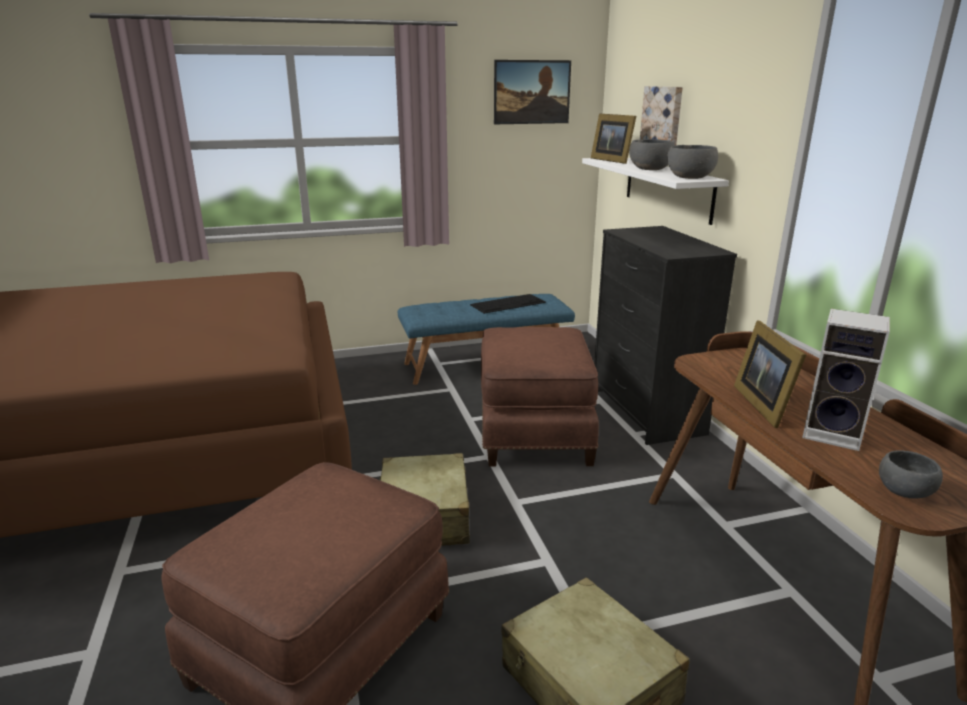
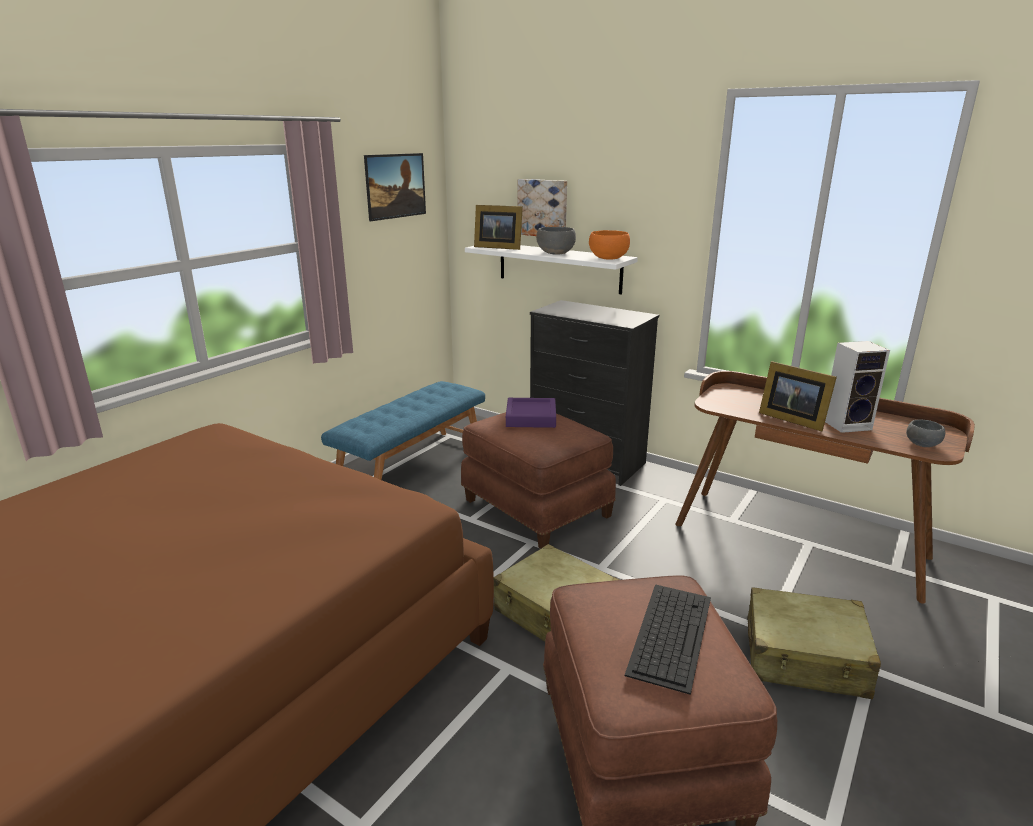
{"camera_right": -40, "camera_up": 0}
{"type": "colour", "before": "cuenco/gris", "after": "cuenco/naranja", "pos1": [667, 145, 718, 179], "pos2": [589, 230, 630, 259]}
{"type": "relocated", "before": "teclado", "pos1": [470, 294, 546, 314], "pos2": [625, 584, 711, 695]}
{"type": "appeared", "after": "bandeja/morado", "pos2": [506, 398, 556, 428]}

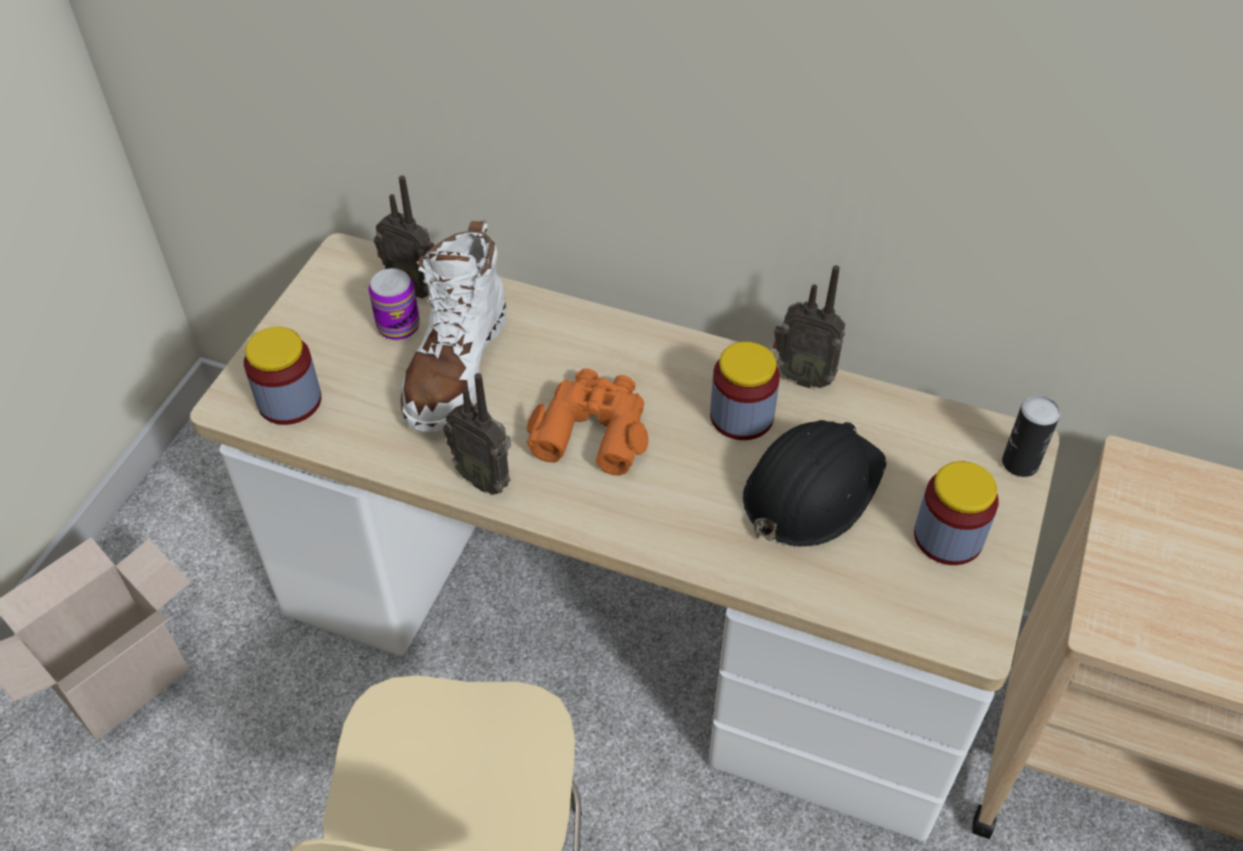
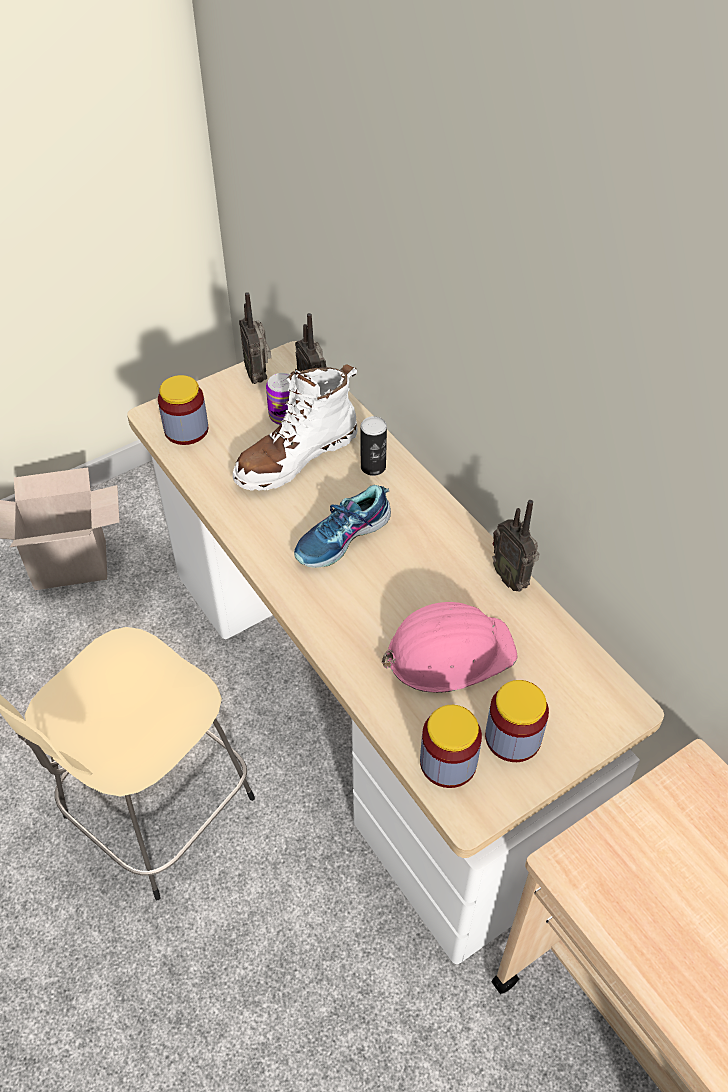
{"camera_right": 35, "camera_up": 0}
{"type": "relocated", "before": "tarro", "pos1": [710, 342, 780, 440], "pos2": [420, 705, 482, 788]}
{"type": "exchanged", "before": "prismáticos/naranja", "after": "zapato", "pos1": [527, 369, 648, 475], "pos2": [294, 485, 391, 568]}
{"type": "relocated", "before": "radio", "pos1": [443, 373, 511, 495], "pos2": [239, 292, 271, 384]}
{"type": "relocated", "before": "lata", "pos1": [1002, 395, 1060, 477], "pos2": [361, 416, 387, 476]}
{"type": "colour", "before": "casco/negro", "after": "casco/rosa", "pos1": [743, 420, 887, 547], "pos2": [382, 602, 517, 693]}

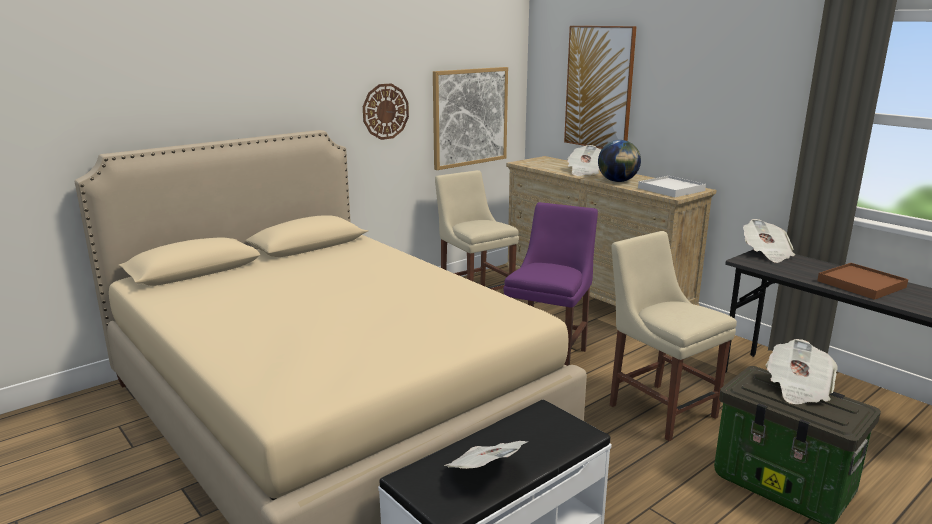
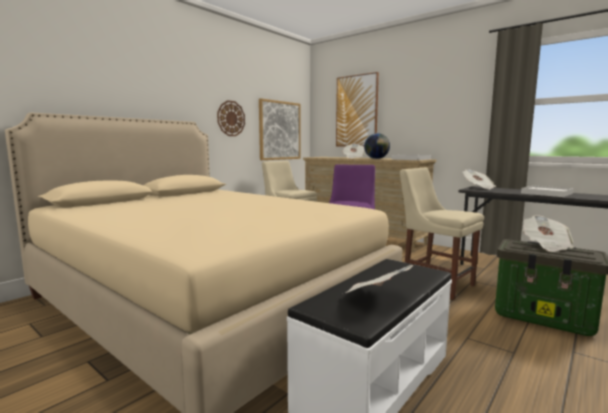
{"camera_right": -10, "camera_up": -10}
{"type": "colour", "before": "bandeja/marrón", "after": "bandeja/blanco", "pos1": [817, 263, 908, 300], "pos2": [521, 185, 573, 197]}

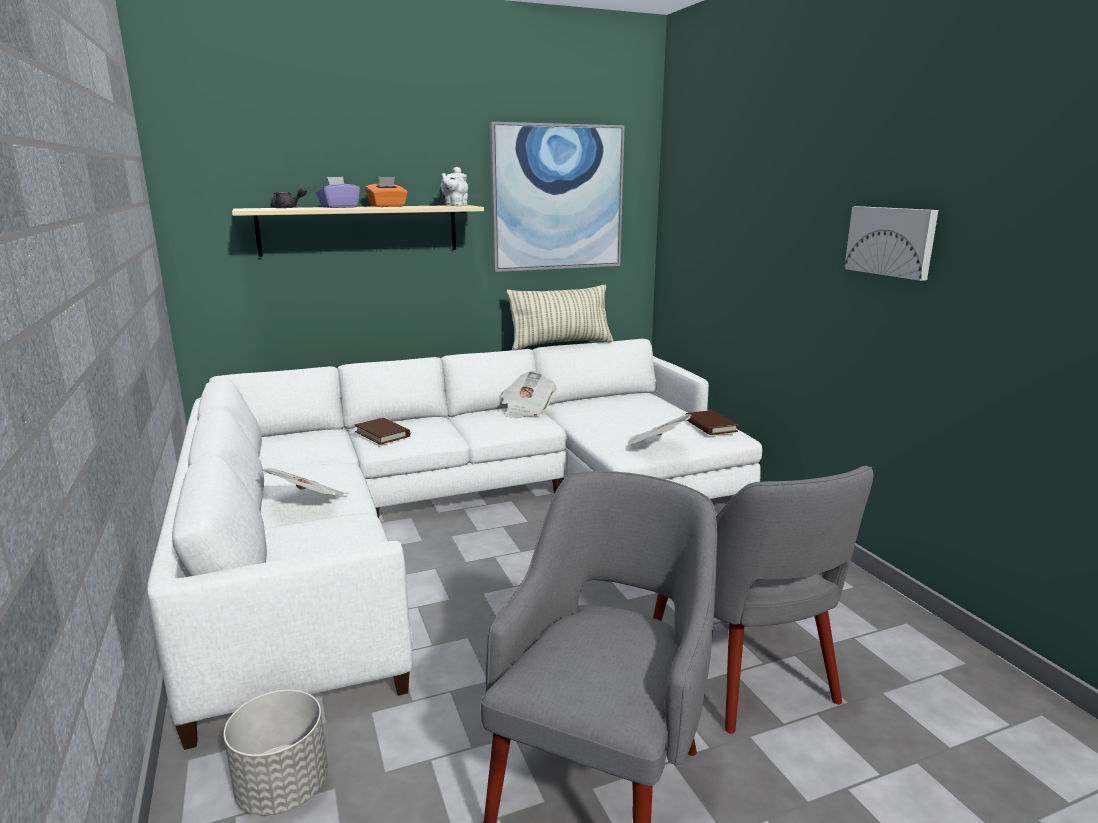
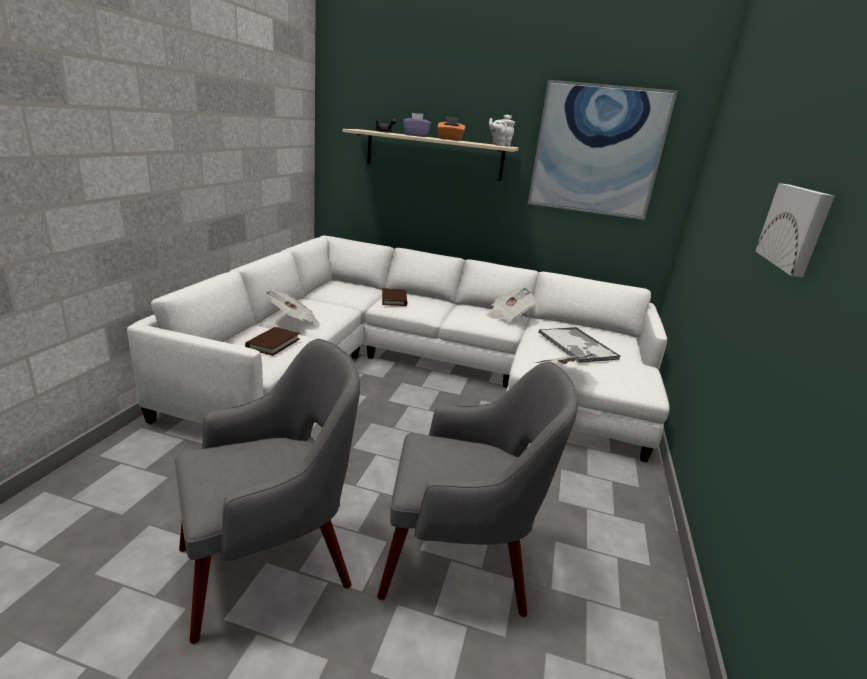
{"camera_right": 35, "camera_up": 5}
{"type": "missing", "before": "cojín", "pos1": [507, 285, 613, 350]}
{"type": "relocated", "before": "libro/marrón", "pos1": [685, 410, 739, 435], "pos2": [245, 327, 300, 356]}
{"type": "spun", "before": "sillón/gris", "pos1": [653, 466, 874, 734], "pos2": [377, 362, 578, 617], "turn": -105}
{"type": "missing", "before": "maceta/gris", "pos1": [223, 689, 328, 815]}
{"type": "appeared", "after": "bandeja", "pos2": [538, 327, 621, 363]}

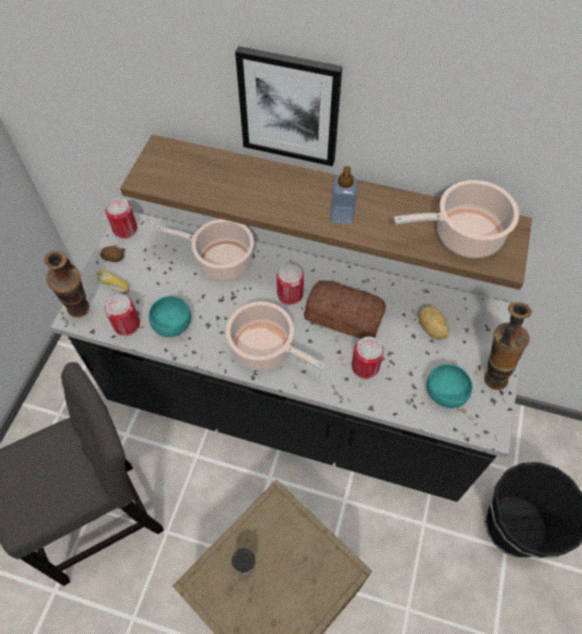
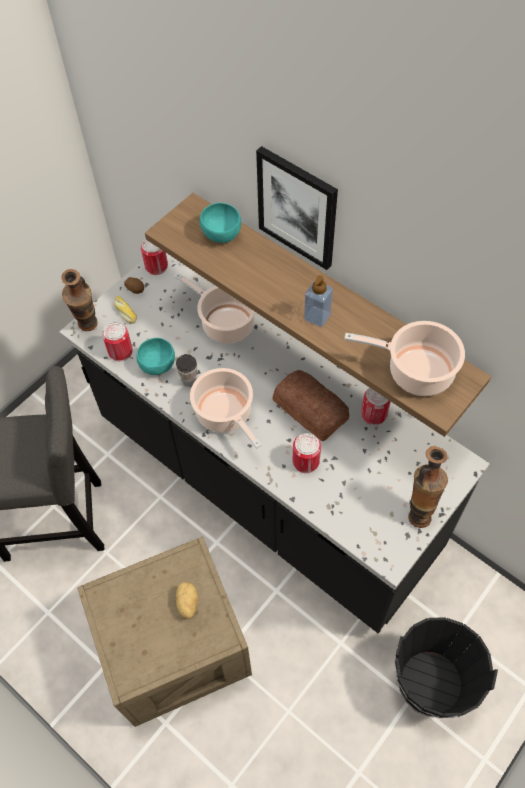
{"camera_right": 25, "camera_up": 0}
{"type": "relocated", "before": "lata", "pos1": [277, 263, 304, 305], "pos2": [361, 388, 391, 425]}
{"type": "relocated", "before": "patata", "pos1": [418, 306, 449, 340], "pos2": [176, 582, 199, 619]}
{"type": "relocated", "before": "cuenco/turquesa", "pos1": [426, 364, 472, 408], "pos2": [200, 203, 241, 243]}
{"type": "relocated", "before": "taza", "pos1": [232, 548, 255, 575], "pos2": [176, 354, 197, 387]}

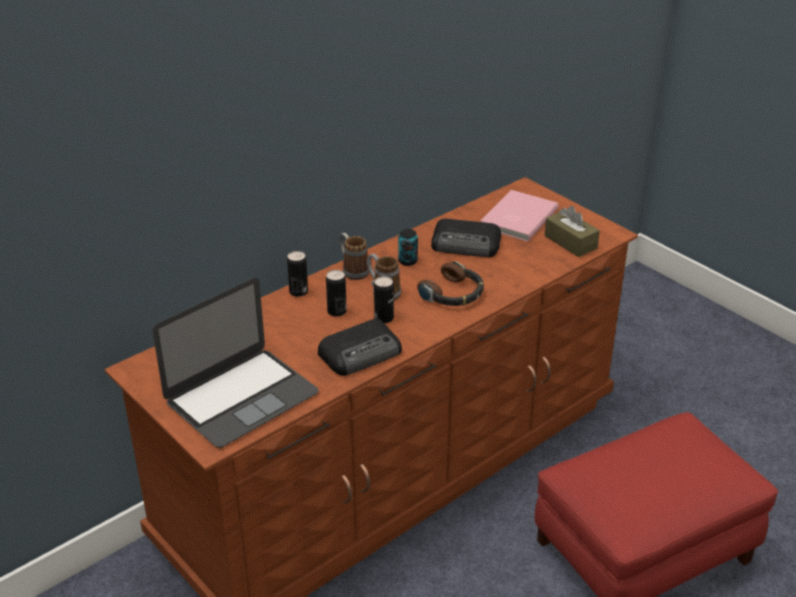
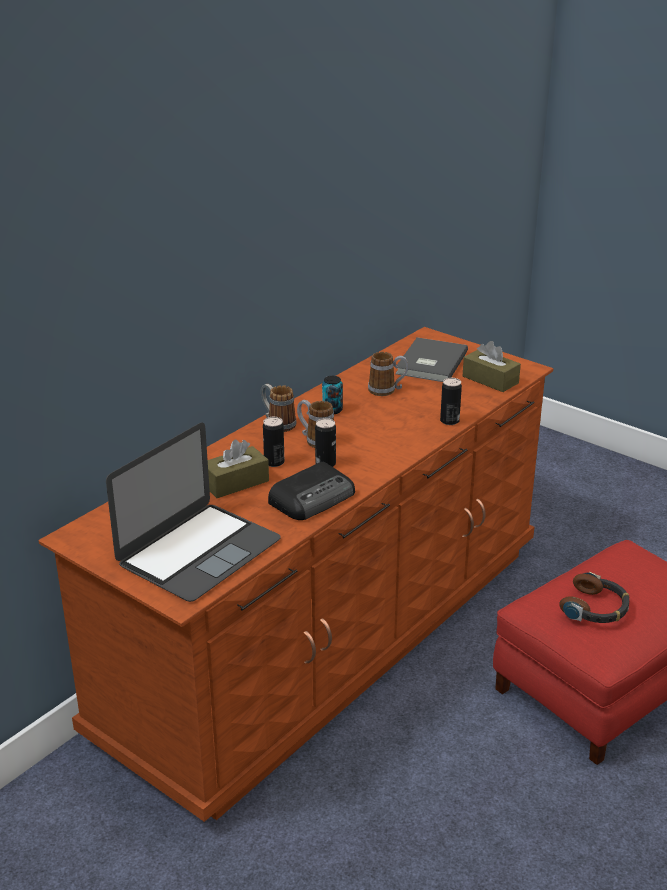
{"camera_right": -10, "camera_up": -5}
{"type": "colour", "before": "libro/rosa", "after": "libro/gris", "pos1": [481, 190, 559, 242], "pos2": [395, 337, 468, 382]}
{"type": "exchanged", "before": "radio", "after": "taza grande", "pos1": [431, 219, 501, 257], "pos2": [368, 352, 408, 396]}
{"type": "relocated", "before": "lata", "pos1": [287, 251, 308, 297], "pos2": [440, 378, 462, 425]}
{"type": "relocated", "before": "auriculares", "pos1": [417, 261, 484, 306], "pos2": [559, 572, 629, 623]}
{"type": "appeared", "after": "caja de pañuelos/marrón", "pos2": [208, 440, 269, 498]}

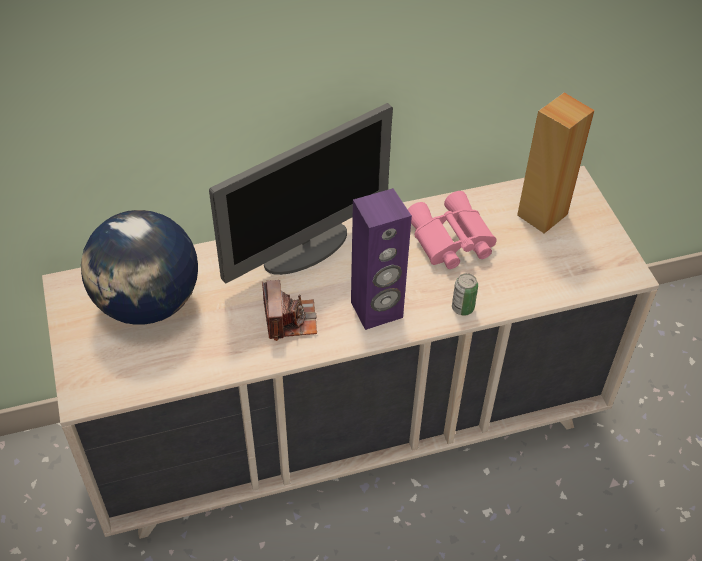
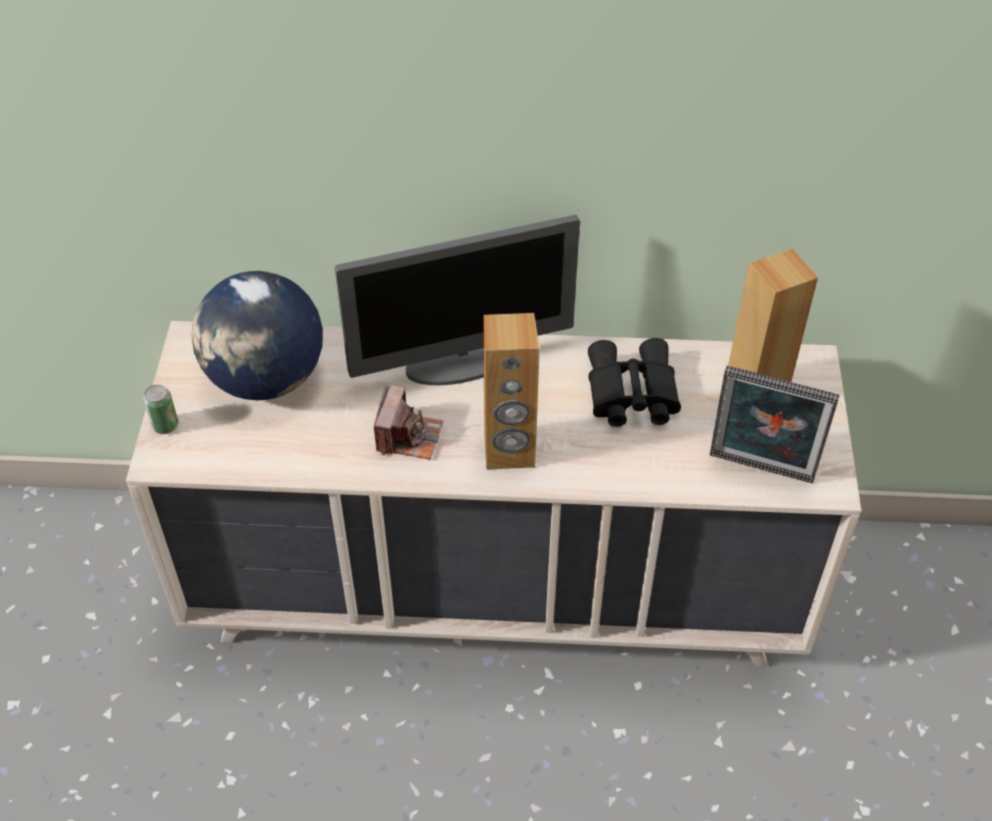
{"camera_right": 20, "camera_up": 0}
{"type": "colour", "before": "altavoz/morado", "after": "altavoz/marrón", "pos1": [351, 188, 412, 330], "pos2": [483, 313, 540, 470]}
{"type": "colour", "before": "prismáticos/rosa", "after": "prismáticos/negro", "pos1": [408, 191, 496, 269], "pos2": [588, 338, 681, 427]}
{"type": "relocated", "before": "lata", "pos1": [452, 273, 478, 315], "pos2": [143, 385, 178, 434]}
{"type": "appeared", "after": "portarretratos", "pos2": [710, 366, 840, 483]}

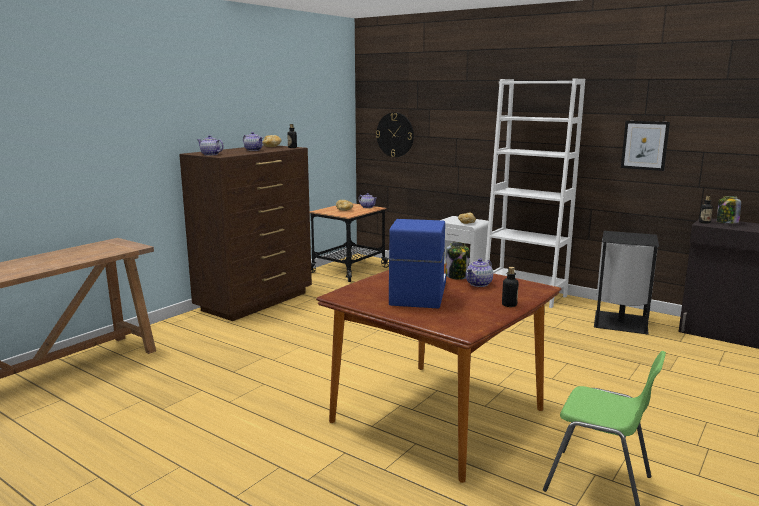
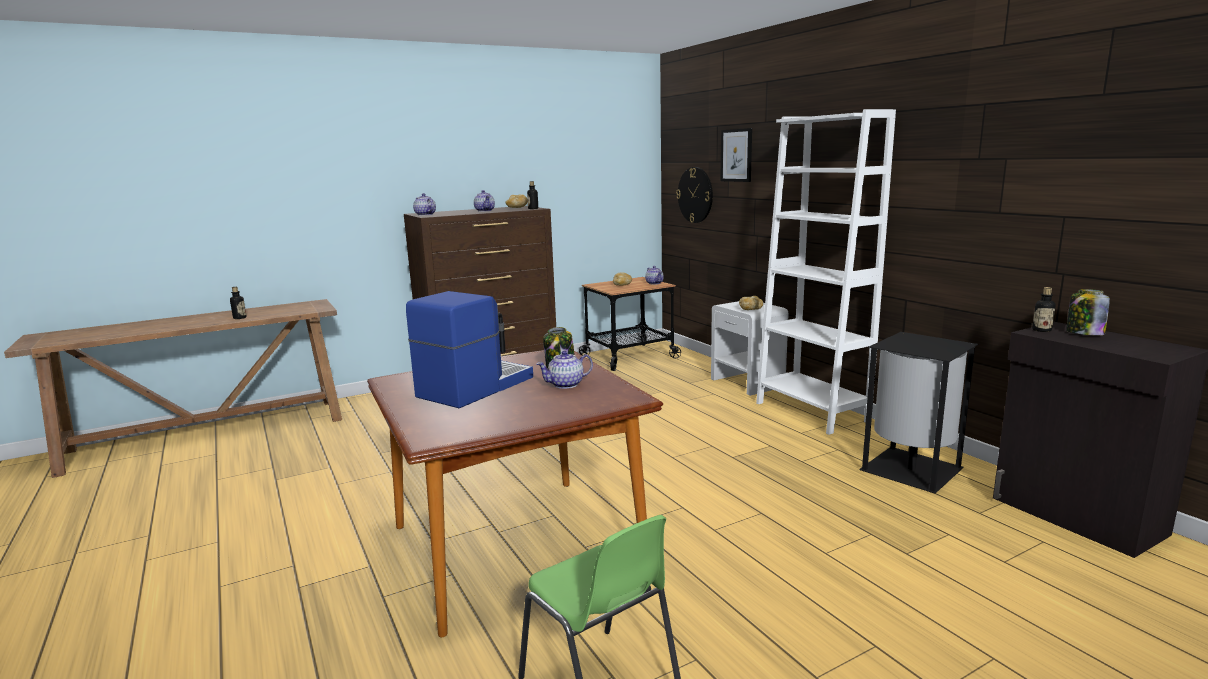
{"camera_right": 25, "camera_up": 0}
{"type": "relocated", "before": "cuadro", "pos1": [621, 121, 670, 171], "pos2": [720, 128, 752, 182]}
{"type": "relocated", "before": "botella", "pos1": [502, 267, 518, 307], "pos2": [230, 287, 247, 319]}

